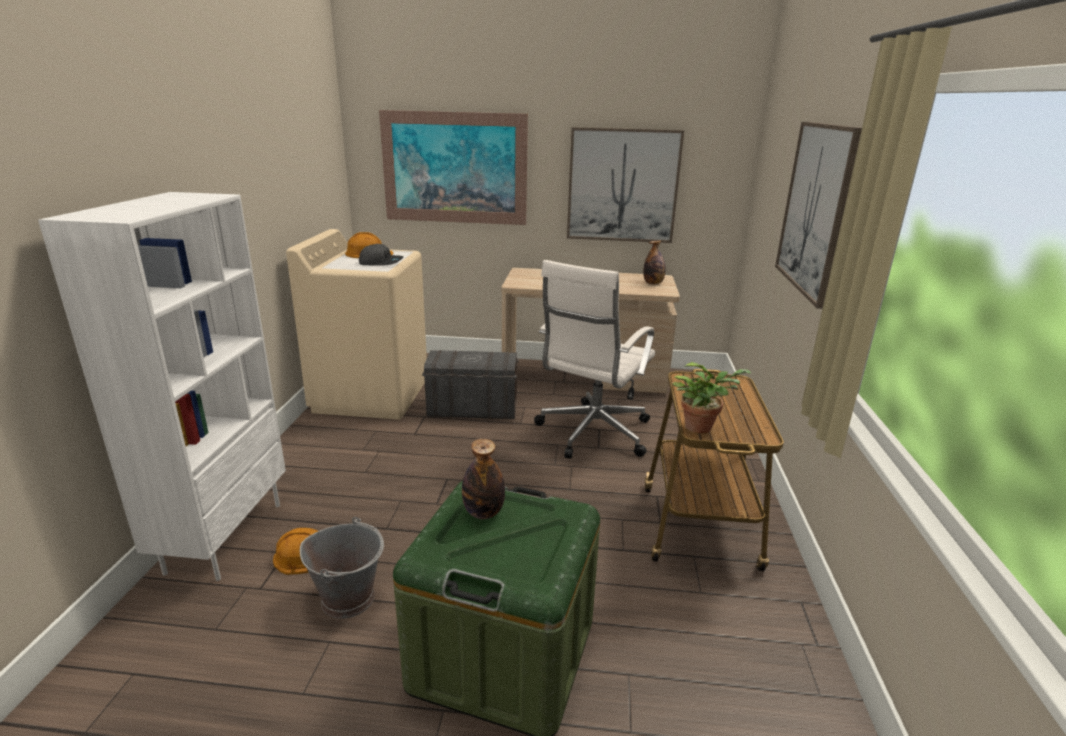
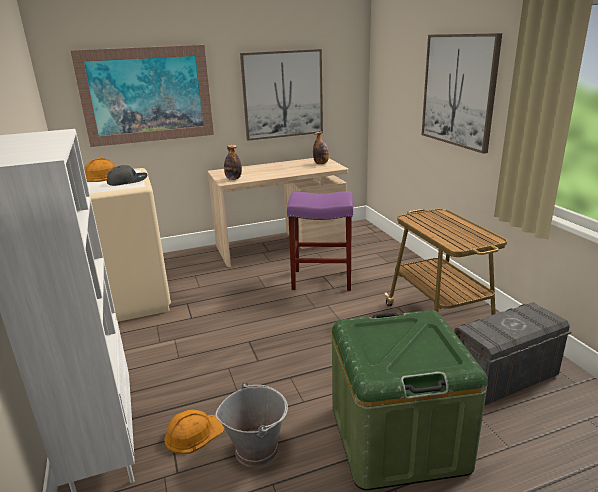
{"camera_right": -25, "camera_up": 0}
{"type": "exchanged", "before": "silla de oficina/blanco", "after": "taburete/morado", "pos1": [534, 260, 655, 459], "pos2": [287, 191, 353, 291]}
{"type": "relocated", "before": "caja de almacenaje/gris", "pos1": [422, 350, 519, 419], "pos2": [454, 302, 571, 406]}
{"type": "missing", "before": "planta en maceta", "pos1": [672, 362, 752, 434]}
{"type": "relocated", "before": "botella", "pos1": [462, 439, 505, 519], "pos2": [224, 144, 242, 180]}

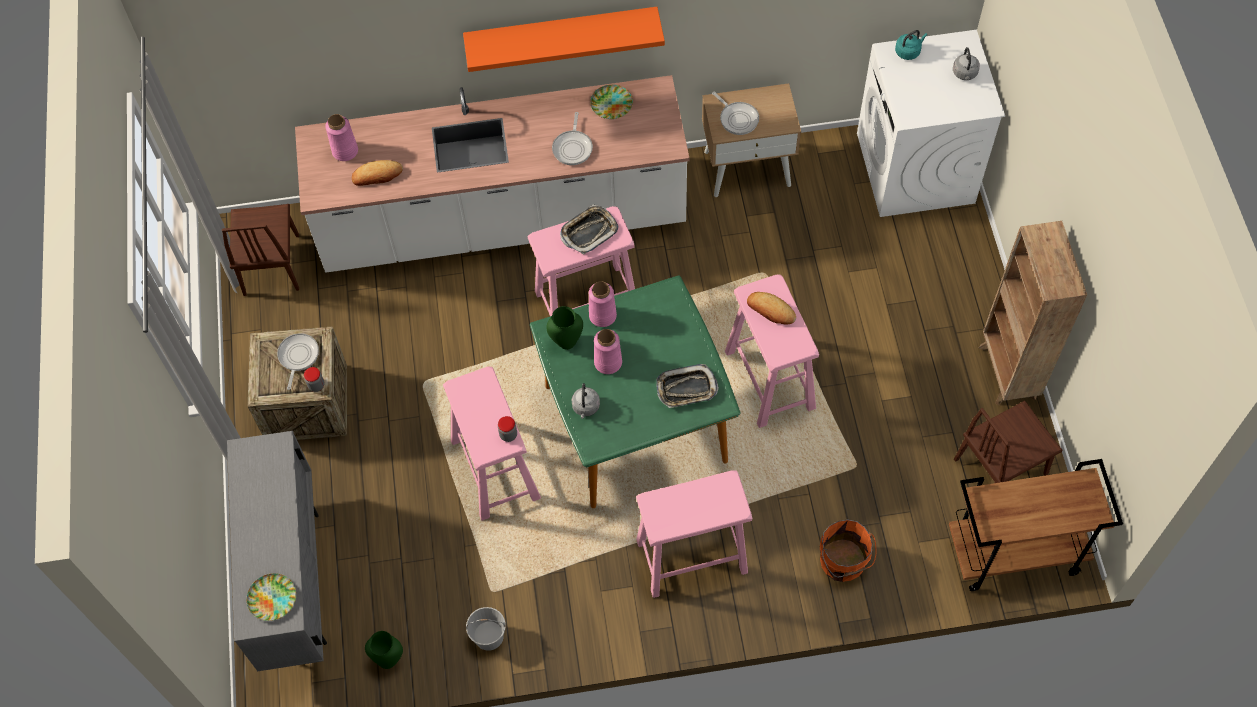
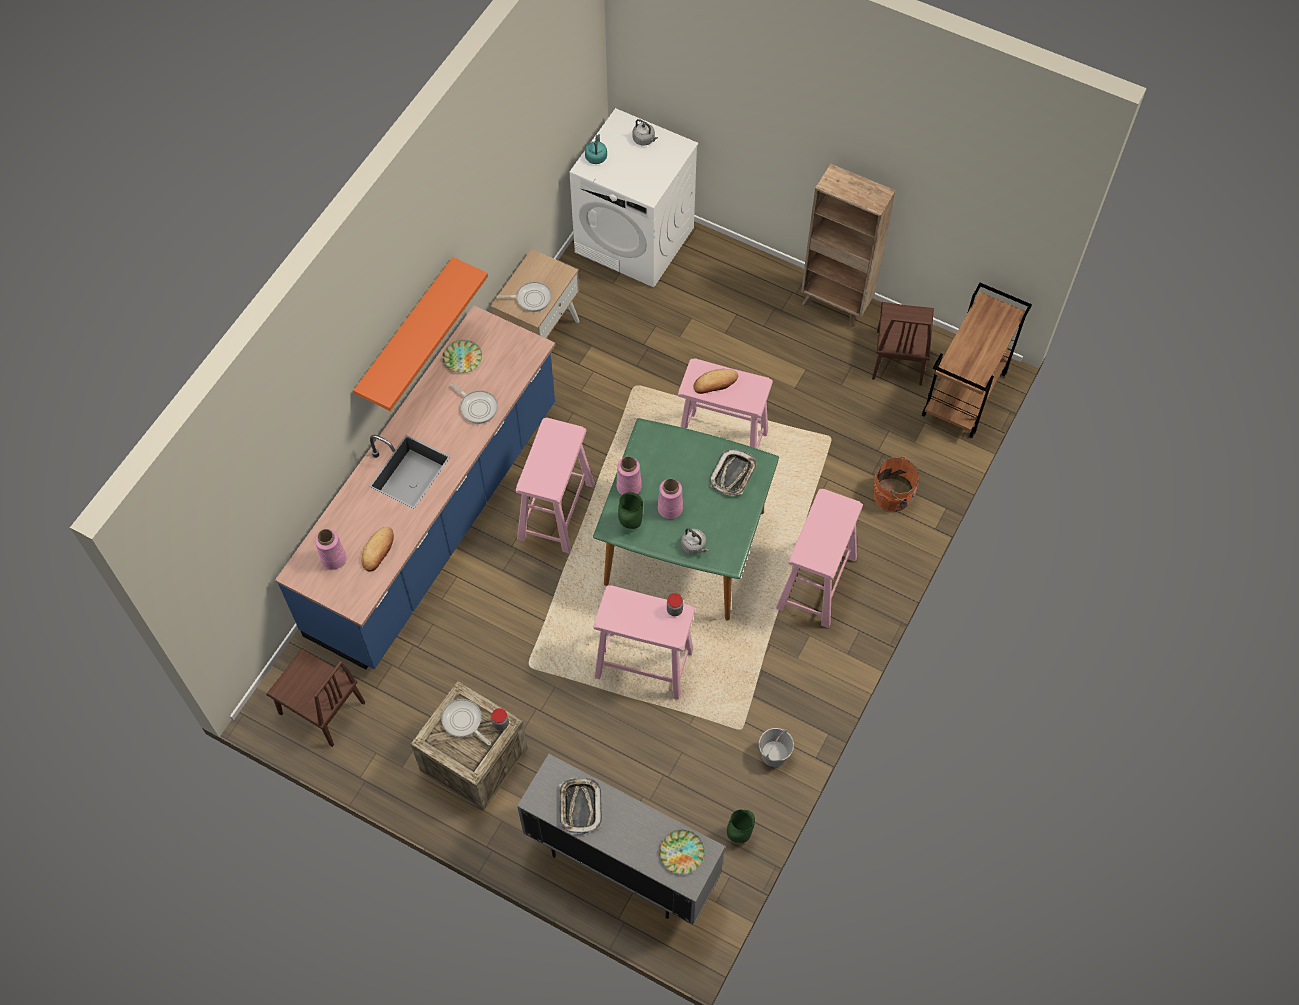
{"camera_right": -55, "camera_up": 0}
{"type": "colour", "before": "mueble bajo de cocina/blanco", "after": "mueble bajo de cocina/azul", "pos1": [295, 75, 690, 273], "pos2": [275, 306, 555, 670]}
{"type": "relocated", "before": "bandeja", "pos1": [560, 204, 619, 254], "pos2": [559, 777, 602, 835]}

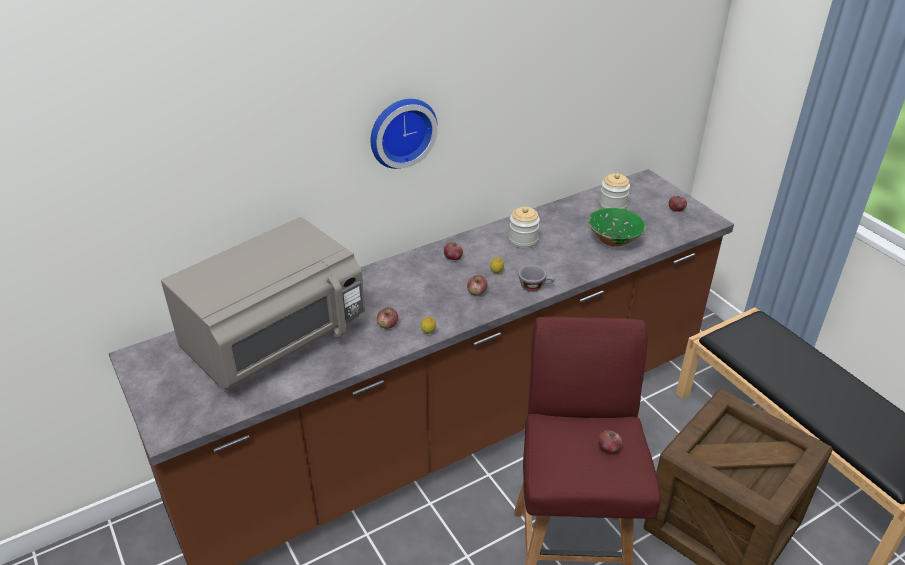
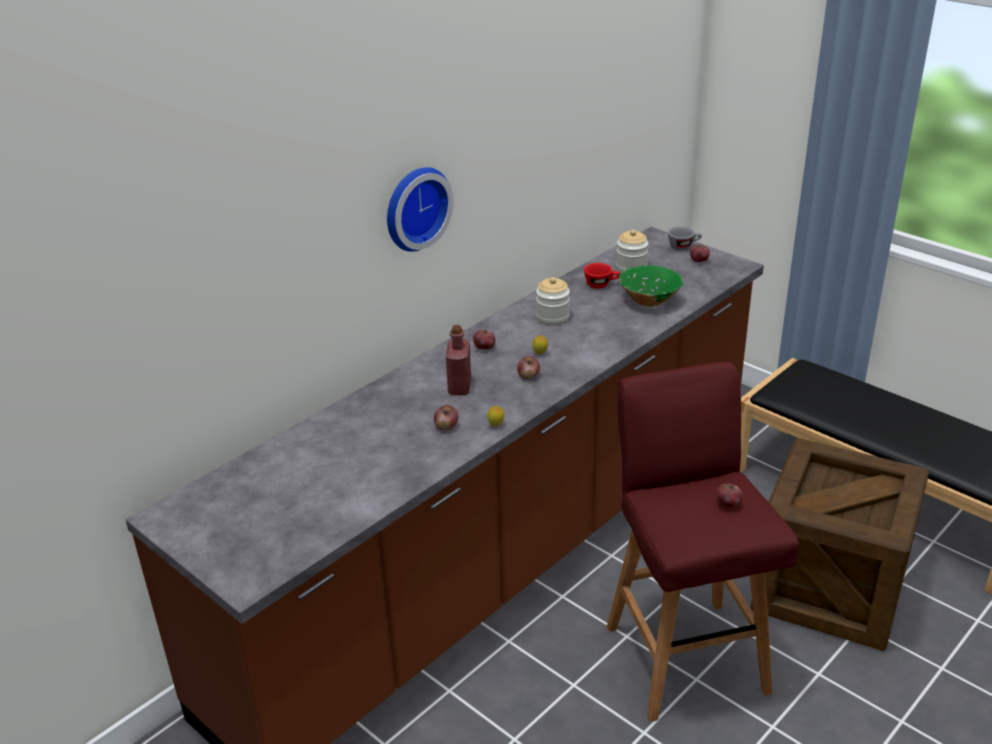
{"camera_right": -15, "camera_up": -5}
{"type": "missing", "before": "microondas/gris", "pos1": [161, 217, 365, 391]}
{"type": "relocated", "before": "taza/gris", "pos1": [518, 265, 555, 292], "pos2": [668, 226, 702, 250]}
{"type": "appeared", "after": "taza/rojo", "pos2": [584, 263, 621, 289]}
{"type": "appeared", "after": "botella/rojo", "pos2": [446, 325, 471, 395]}

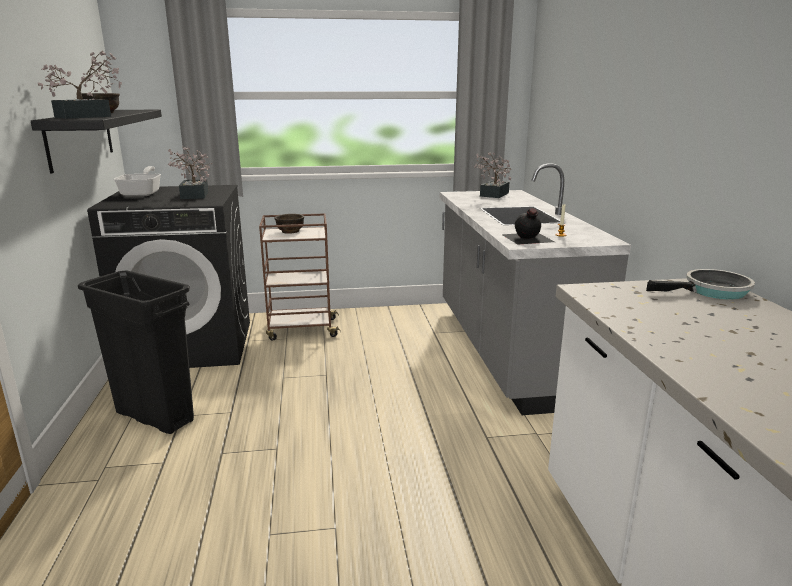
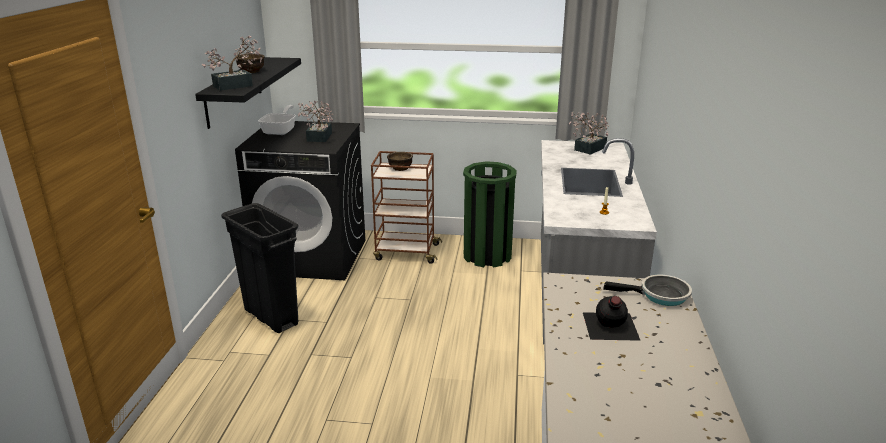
{"camera_right": 15, "camera_up": 5}
{"type": "relocated", "before": "botella/negro", "pos1": [501, 208, 555, 245], "pos2": [583, 296, 641, 341]}
{"type": "appeared", "after": "papelera/verde", "pos2": [463, 161, 517, 268]}

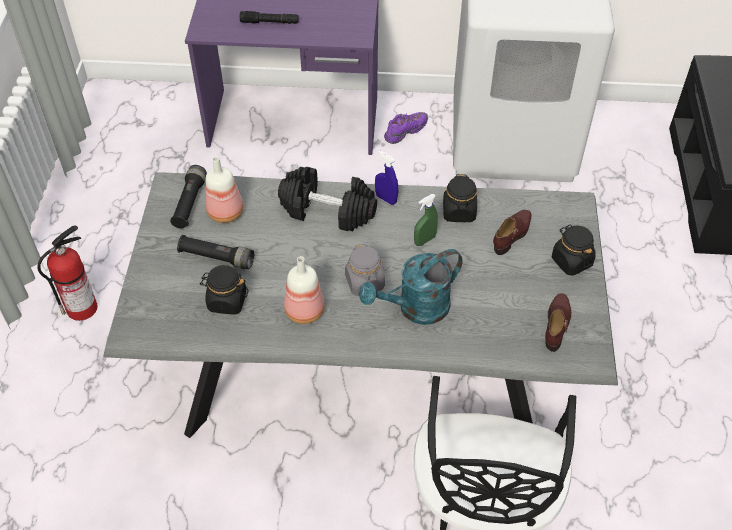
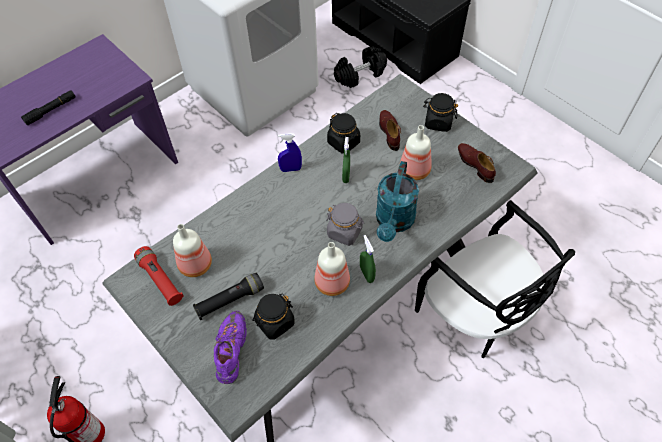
{"camera_right": -45, "camera_up": 5}
{"type": "relocated", "before": "zapato/morado", "pos1": [384, 112, 428, 144], "pos2": [214, 311, 247, 384]}
{"type": "colour", "before": "linterna/negro", "after": "linterna/rojo", "pos1": [170, 165, 207, 229], "pos2": [134, 246, 184, 306]}
{"type": "relocated", "before": "mancuerna/negro", "pos1": [278, 167, 377, 231], "pos2": [334, 46, 387, 88]}
{"type": "appeared", "after": "botella", "pos2": [400, 125, 432, 180]}
{"type": "appeared", "after": "pulverizador/verde", "pos2": [360, 235, 376, 283]}

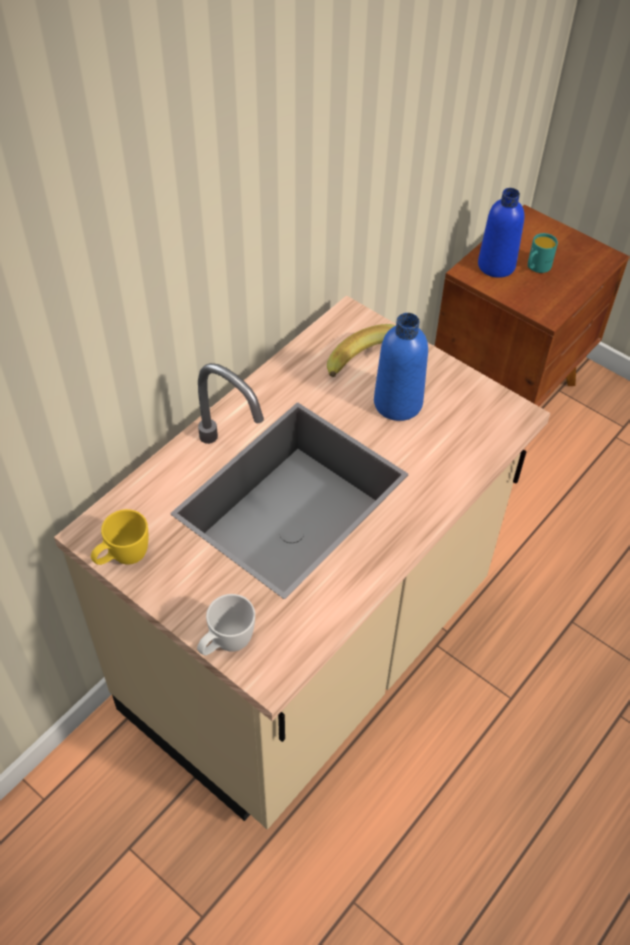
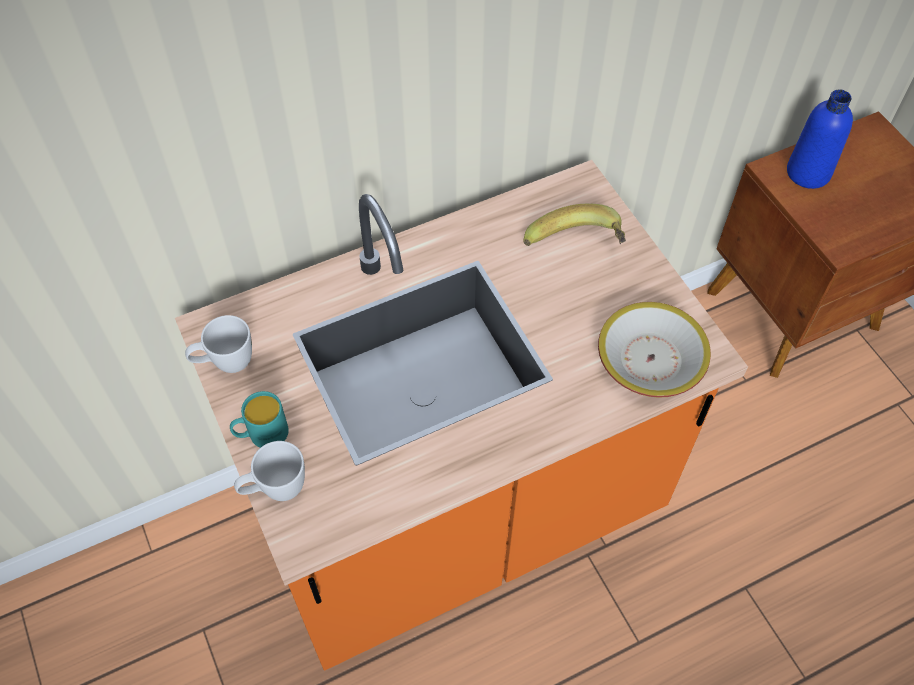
{"camera_right": 25, "camera_up": 5}
{"type": "relocated", "before": "taza grande/turquesa", "pos1": [528, 233, 558, 273], "pos2": [230, 391, 289, 448]}
{"type": "colour", "before": "mueble bajo de cocina/beis", "after": "mueble bajo de cocina/naranja", "pos1": [54, 295, 550, 829], "pos2": [175, 160, 748, 671]}
{"type": "missing", "before": "botella/azul", "pos1": [374, 313, 428, 421]}
{"type": "colour", "before": "taza grande/amarillo", "after": "taza grande/blanco", "pos1": [91, 509, 148, 565], "pos2": [185, 315, 252, 373]}
{"type": "appeared", "after": "cuenco", "pos2": [598, 302, 711, 398]}

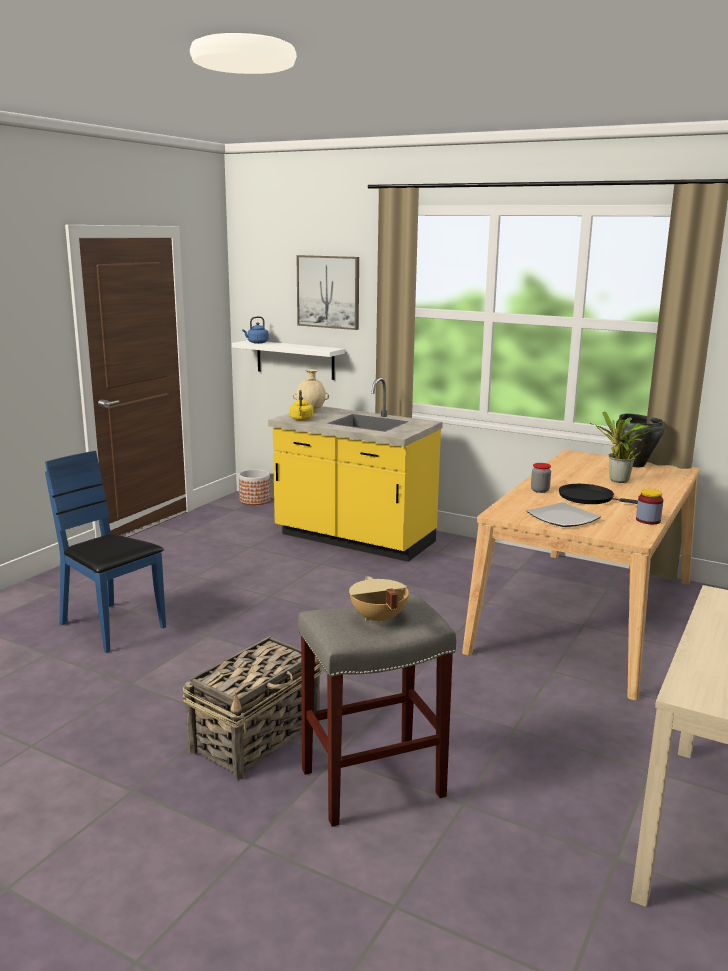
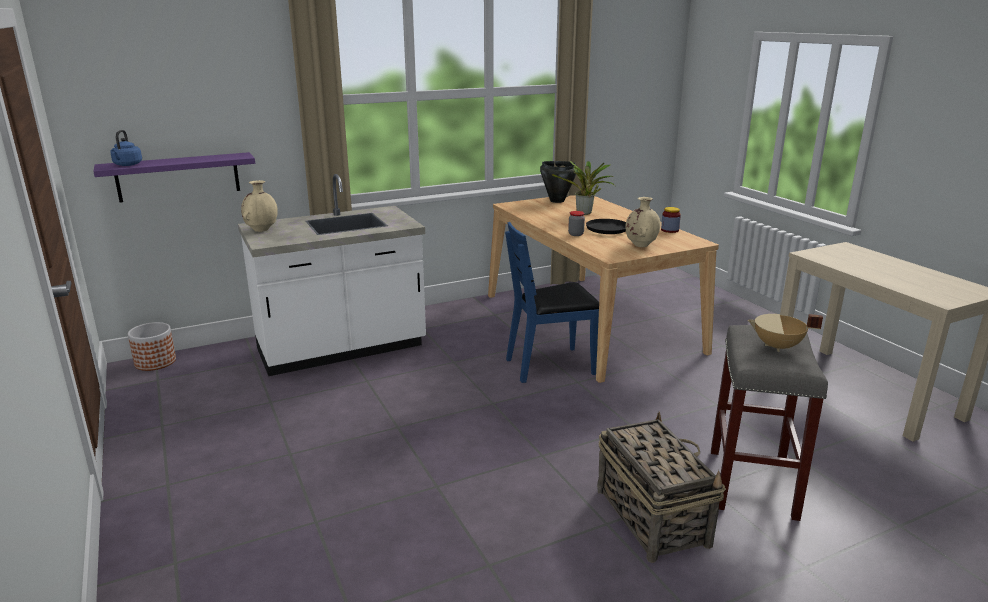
{"camera_right": -55, "camera_up": 5}
{"type": "missing", "before": "cuadro", "pos1": [296, 255, 359, 330]}
{"type": "colour", "before": "estante/blanco", "after": "estante/morado", "pos1": [232, 340, 345, 380], "pos2": [93, 152, 255, 203]}
{"type": "colour", "before": "mueble bajo de cocina/amarillo", "after": "mueble bajo de cocina/blanco", "pos1": [268, 377, 443, 562], "pos2": [238, 174, 426, 376]}
{"type": "missing", "before": "hervidor/amarillo", "pos1": [290, 390, 313, 421]}
{"type": "relocated", "before": "silla/azul", "pos1": [45, 451, 166, 653], "pos2": [505, 222, 599, 383]}
{"type": "exchanged", "before": "plato", "after": "florero/beis", "pos1": [527, 502, 601, 527], "pos2": [625, 197, 661, 247]}

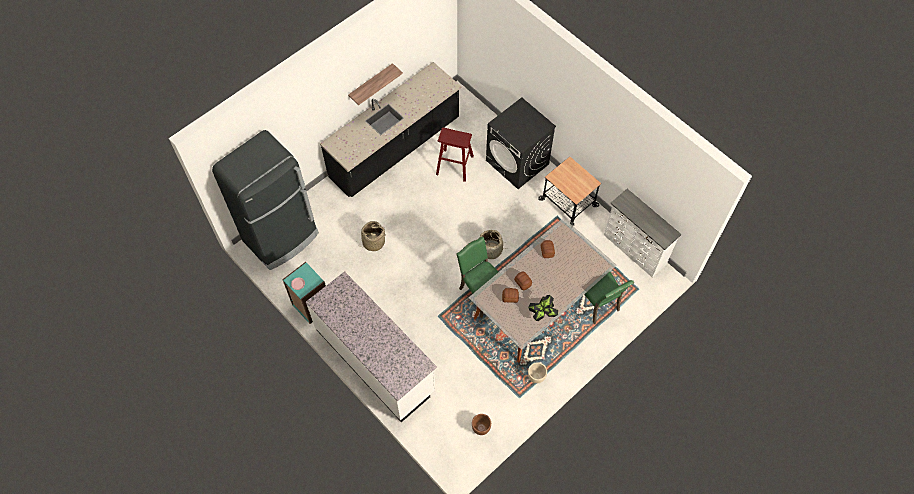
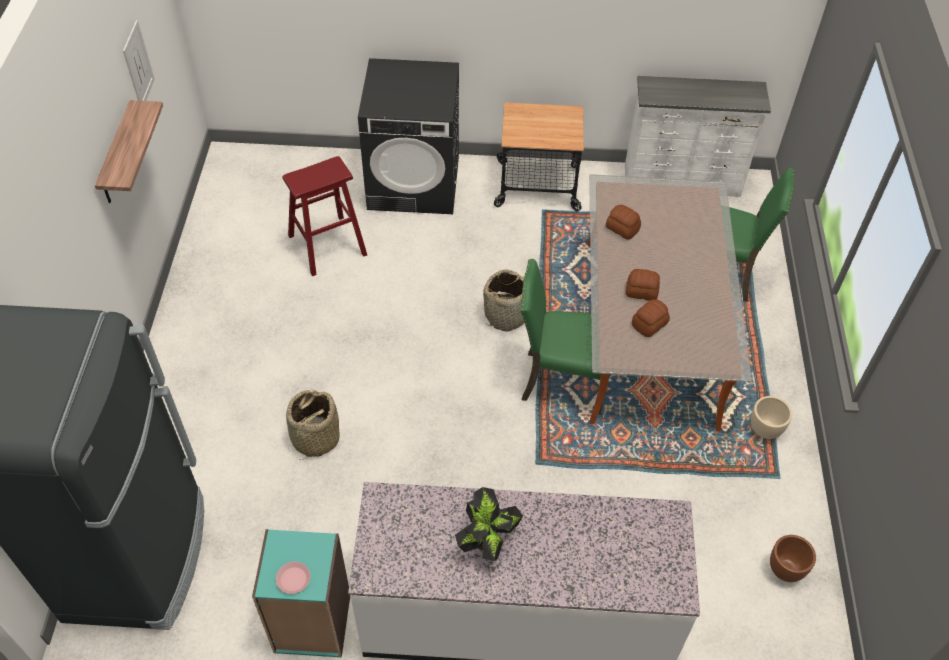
{"camera_right": -45, "camera_up": -10}
{"type": "missing", "before": "mueble bajo de cocina/negro", "pos1": [320, 62, 461, 197]}
{"type": "relocated", "before": "planta en maceta", "pos1": [528, 295, 558, 321], "pos2": [455, 487, 523, 561]}
{"type": "appeared", "after": "cuadro", "pos2": [123, 20, 154, 101]}

